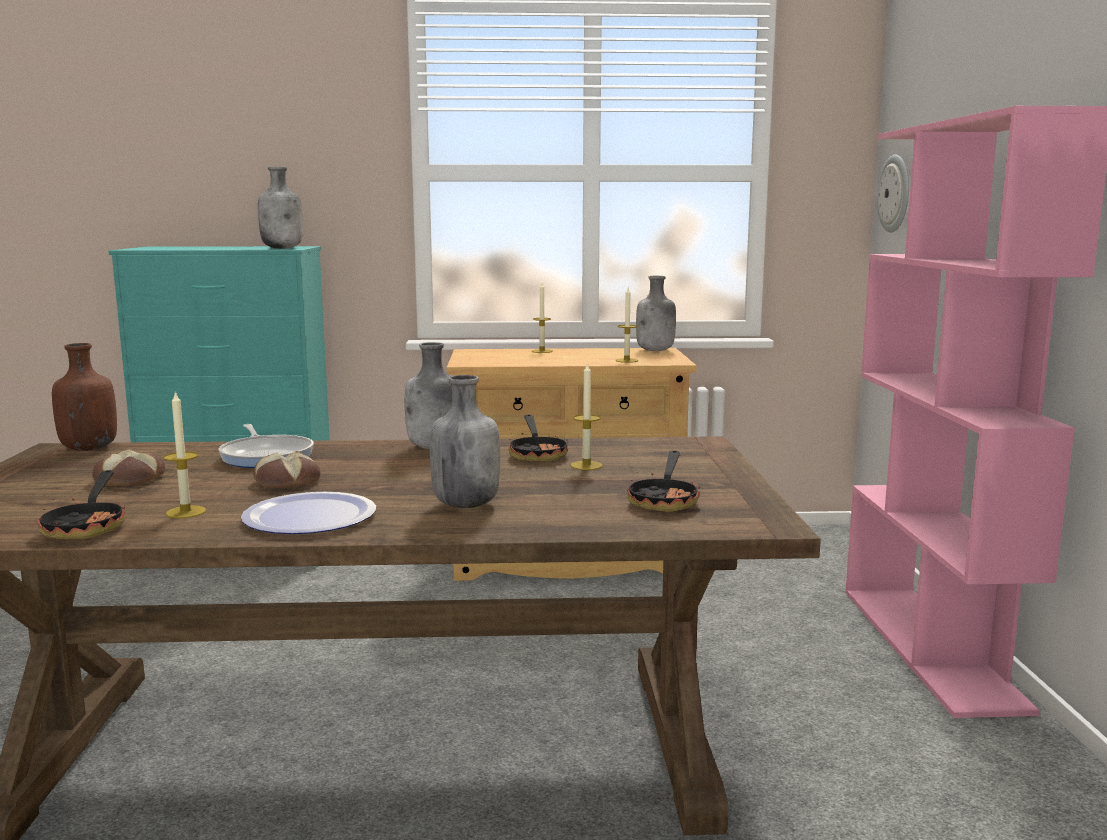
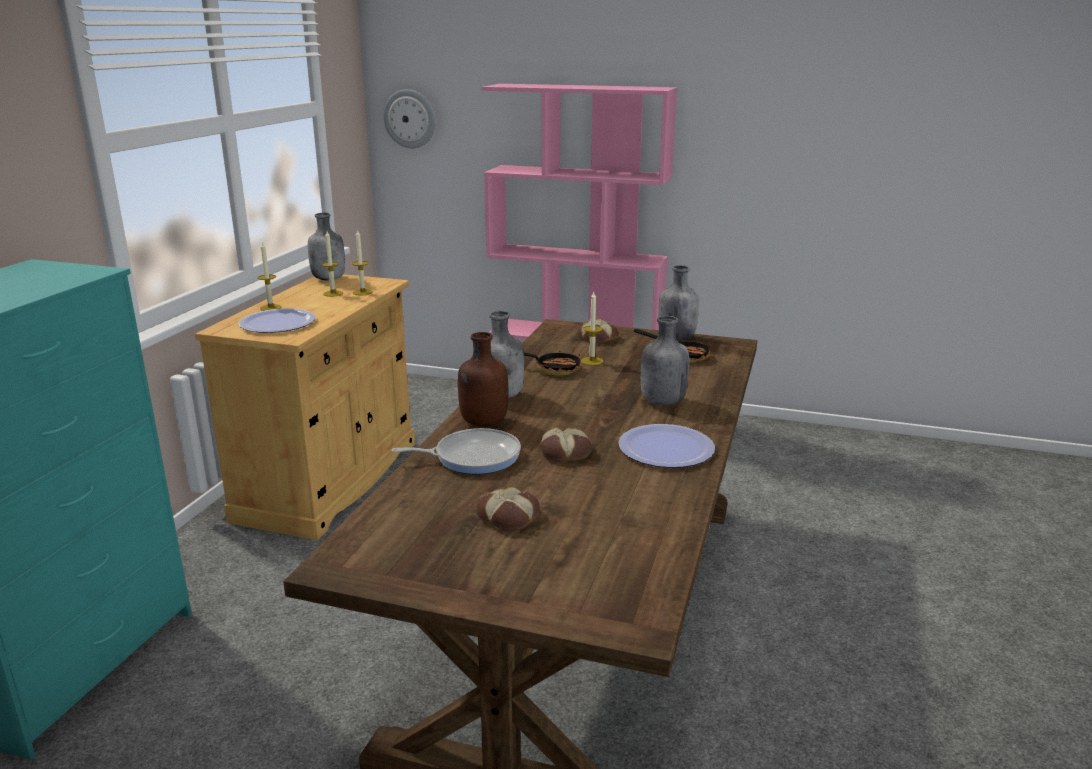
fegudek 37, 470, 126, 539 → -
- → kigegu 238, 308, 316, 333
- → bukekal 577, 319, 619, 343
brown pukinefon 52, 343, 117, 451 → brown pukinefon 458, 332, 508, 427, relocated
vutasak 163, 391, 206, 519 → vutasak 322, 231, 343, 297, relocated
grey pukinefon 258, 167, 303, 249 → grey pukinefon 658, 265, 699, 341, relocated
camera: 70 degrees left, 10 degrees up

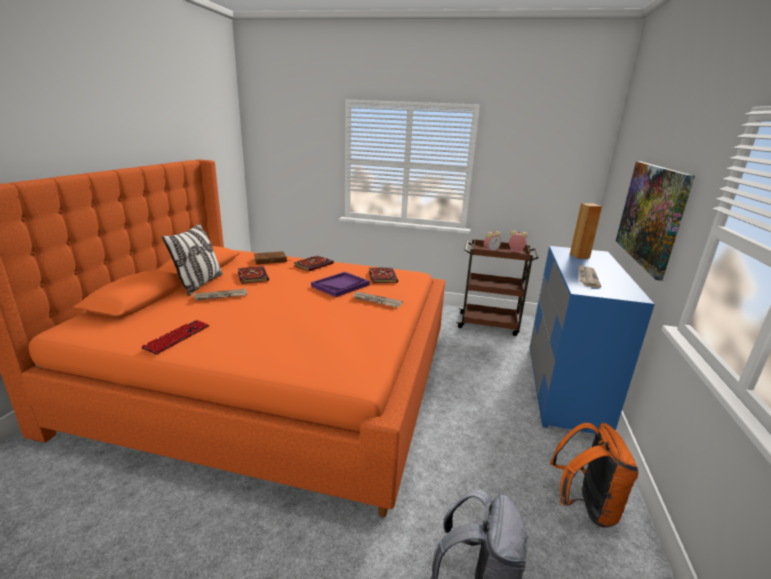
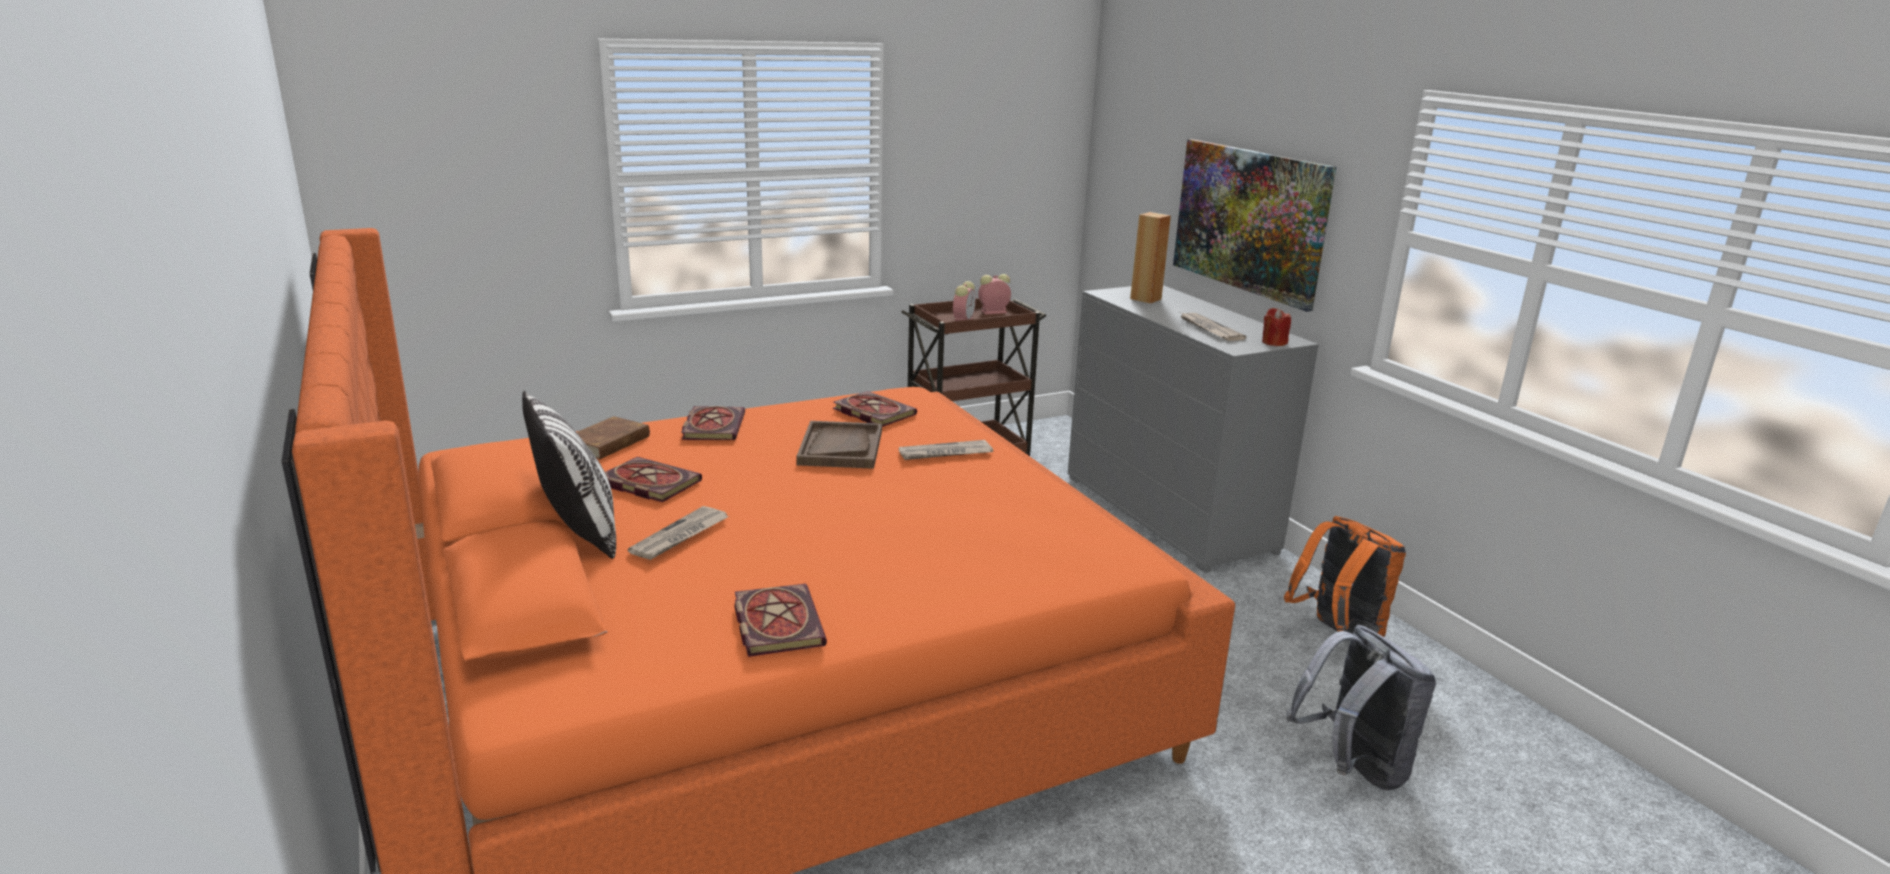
- → red vutasak 1262, 308, 1291, 346
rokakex 141, 320, 210, 355 → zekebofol 734, 584, 827, 657
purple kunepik 311, 272, 370, 297 → brown kunepik 796, 421, 882, 469
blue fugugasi 529, 246, 655, 434 → grey fugugasi 1068, 285, 1319, 573
camera: 40 degrees left, 0 degrees up

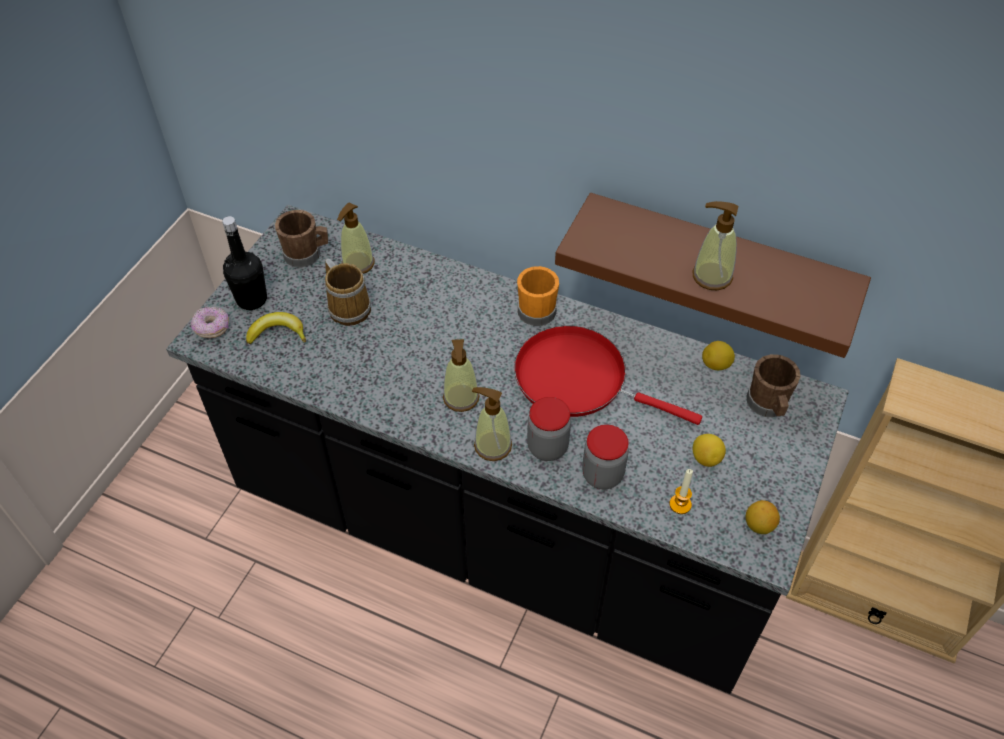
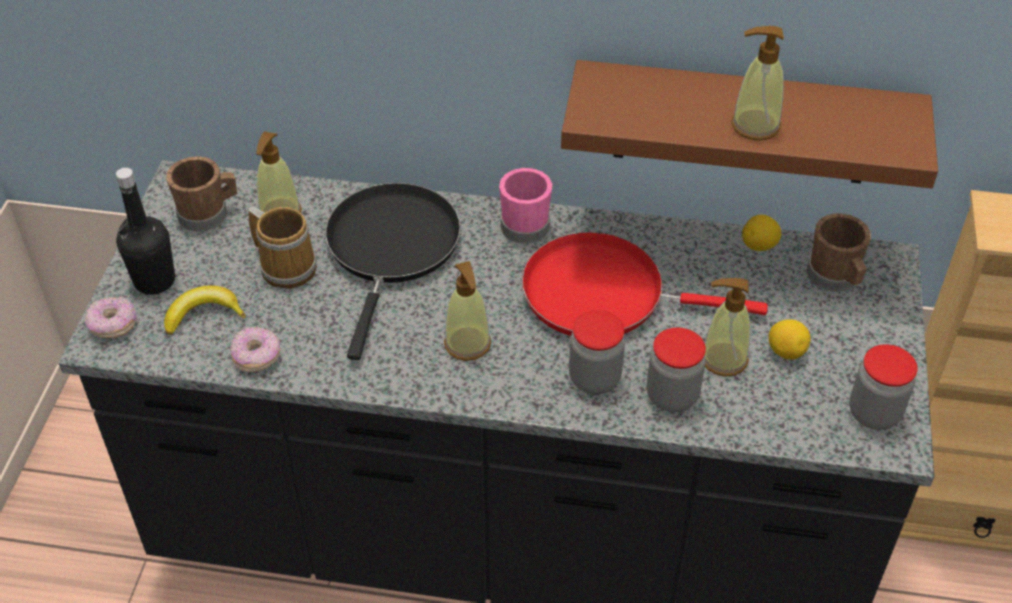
vutasak 669, 469, 693, 514 → -
- → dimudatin 230, 327, 280, 372
- → black fegudek 325, 183, 461, 360
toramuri 472, 387, 512, 461 → toramuri 705, 278, 750, 377, relocated
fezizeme 746, 500, 780, 534 → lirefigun 849, 344, 918, 430
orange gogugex 517, 266, 559, 326 → pink gogugex 499, 168, 552, 244
camera: 15 degrees left, 5 degrees down

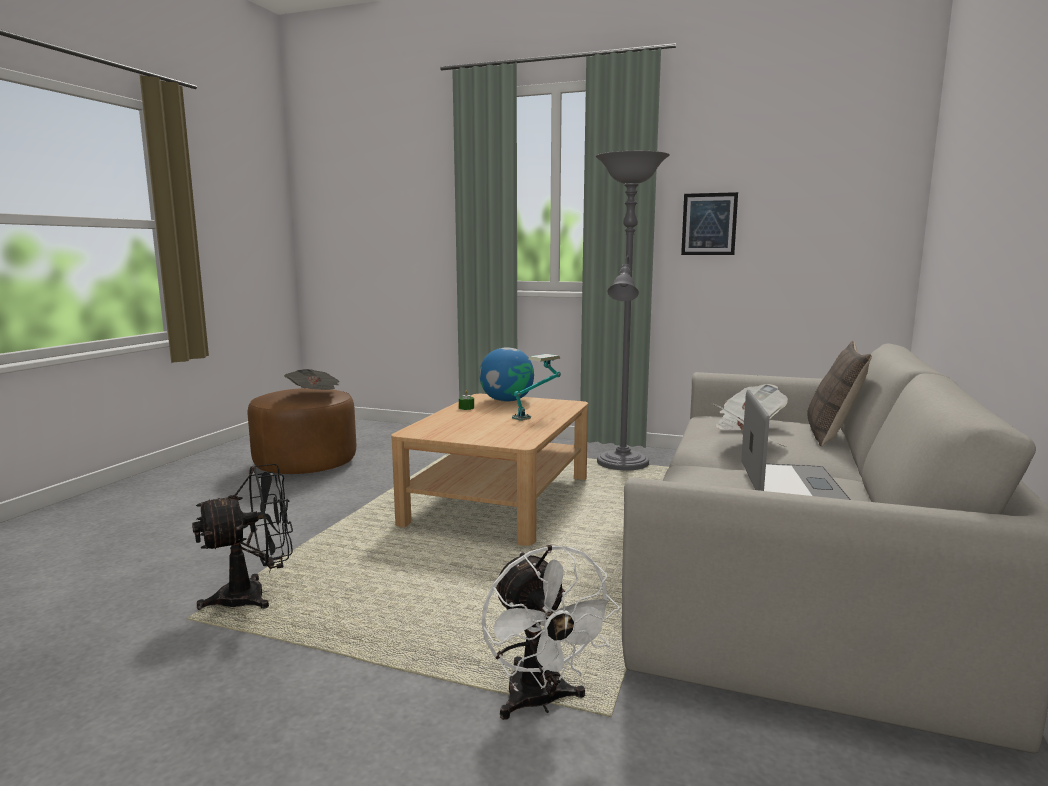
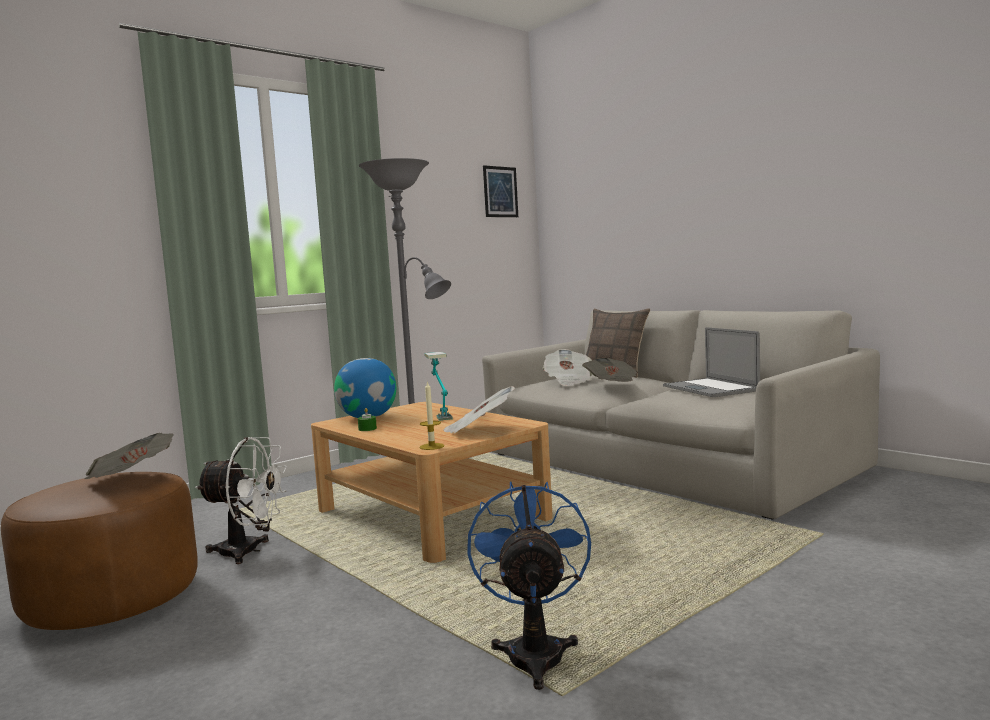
- → vutasak 420, 381, 444, 450
- → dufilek 444, 386, 515, 434
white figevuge 482, 545, 620, 720 → white figevuge 195, 437, 287, 564, relocated
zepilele 681, 192, 738, 255 → zepilele 483, 165, 518, 217, relocated
black figevuge 192, 464, 293, 610 → blue figevuge 467, 481, 591, 690
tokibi 741, 390, 851, 500 → tokibi 663, 327, 760, 397, 150 degrees counterclockwise
camera: 60 degrees left, 5 degrees down

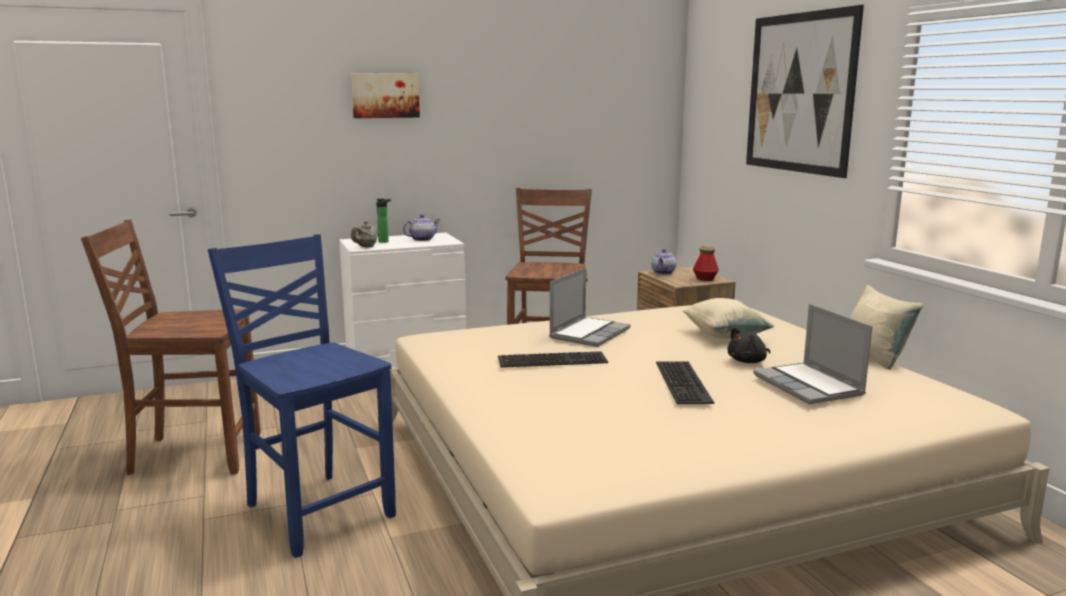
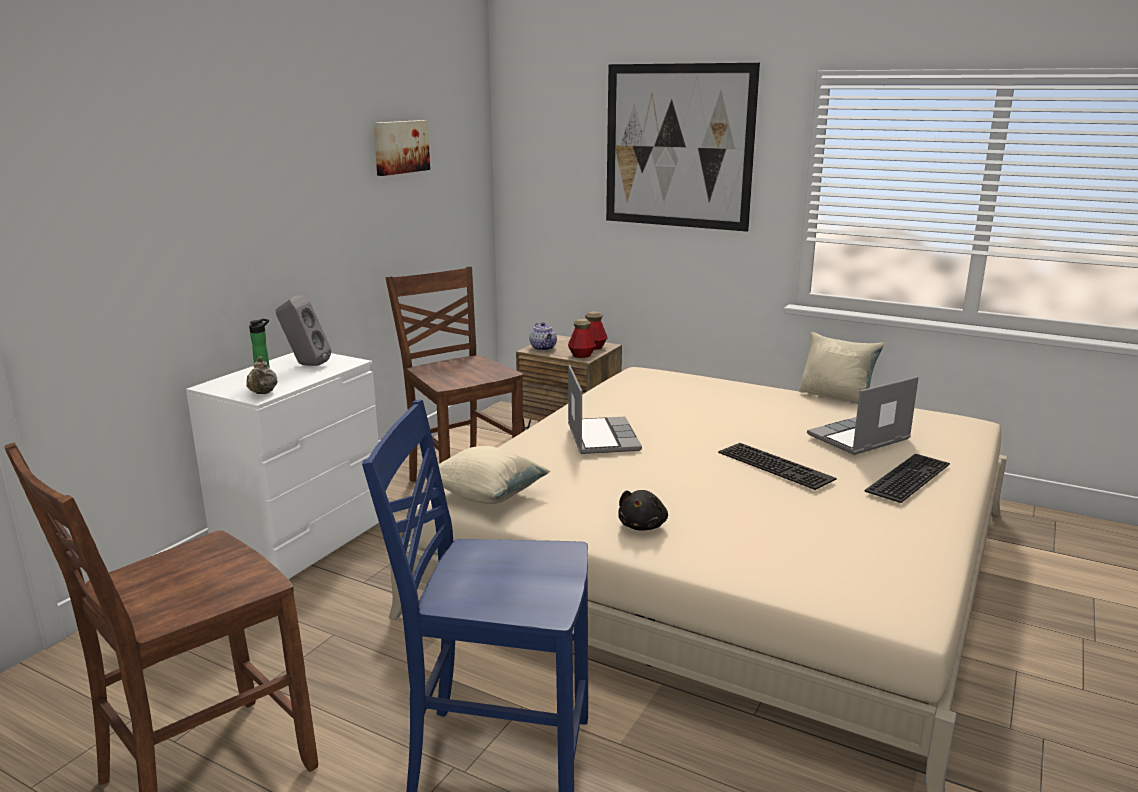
- → pukinefon 568, 319, 596, 358
zepilele 351, 73, 420, 118 → zepilele 373, 120, 430, 176, relocated
rokakex 498, 351, 608, 368 → rokakex 864, 454, 950, 503, relocated
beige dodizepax 683, 298, 775, 339 → beige dodizepax 438, 446, 550, 504, relocated
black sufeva 728, 328, 770, 363 → black sufeva 618, 490, 668, 531, relocated
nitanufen 403, 214, 440, 241 → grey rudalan 276, 295, 331, 366
tokibi 753, 304, 873, 405 → tokibi 807, 376, 919, 455, 120 degrees clockwise
camera: 40 degrees left, 5 degrees up

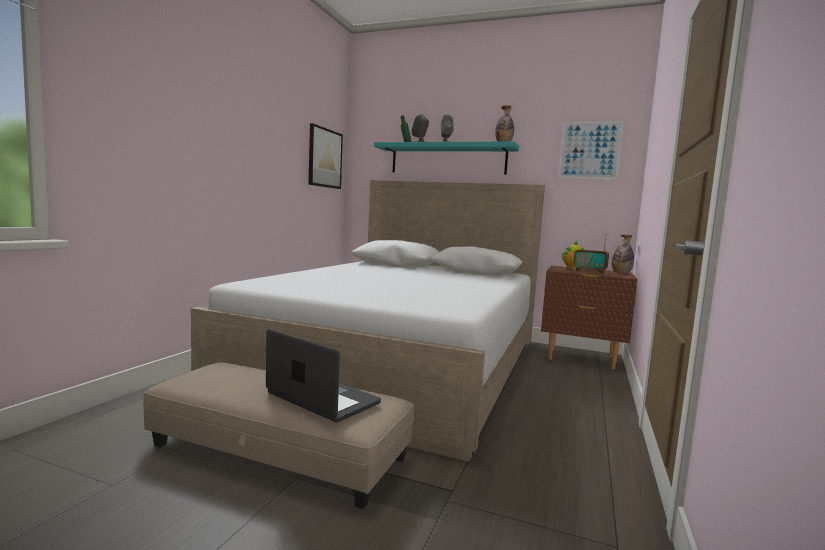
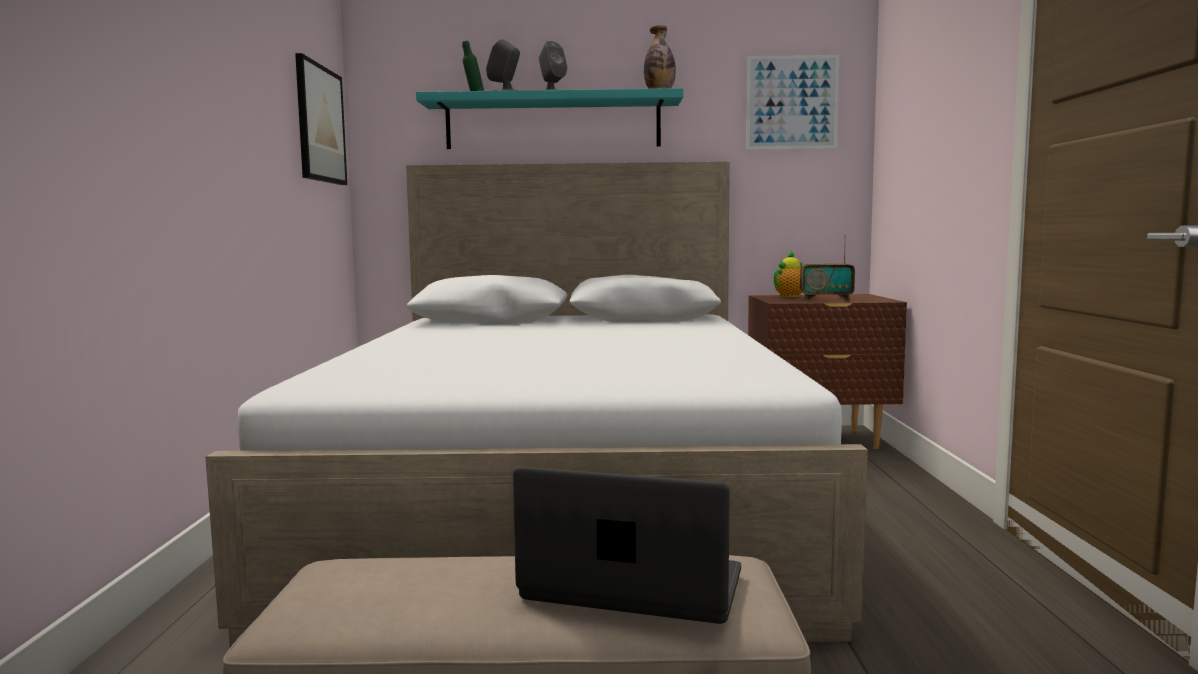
pukinefon 612, 235, 634, 274 → -
camera: 20 degrees left, 0 degrees up

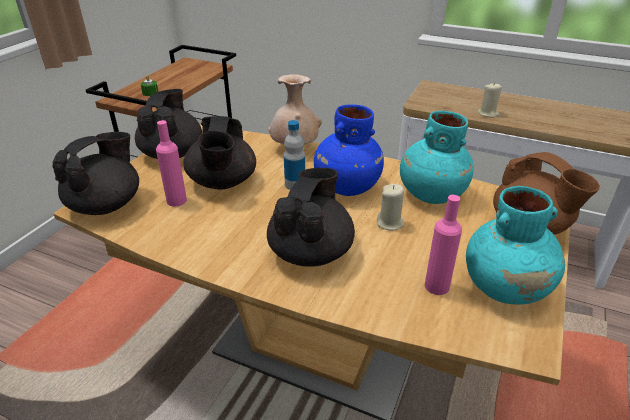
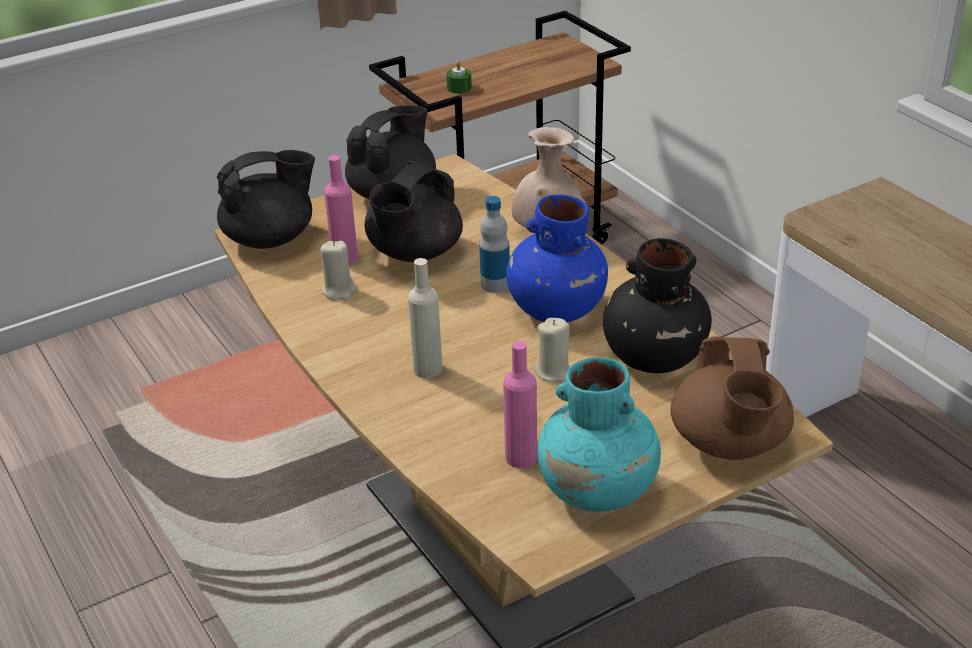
beige vutasak 478, 83, 502, 118 → beige vutasak 321, 241, 356, 300, relocated
black nitanufen 267, 168, 355, 267 → beige pukinefon 408, 258, 443, 378
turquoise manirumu 400, 111, 474, 204 → black manirumu 603, 238, 712, 373
camera: 35 degrees right, 0 degrees up

